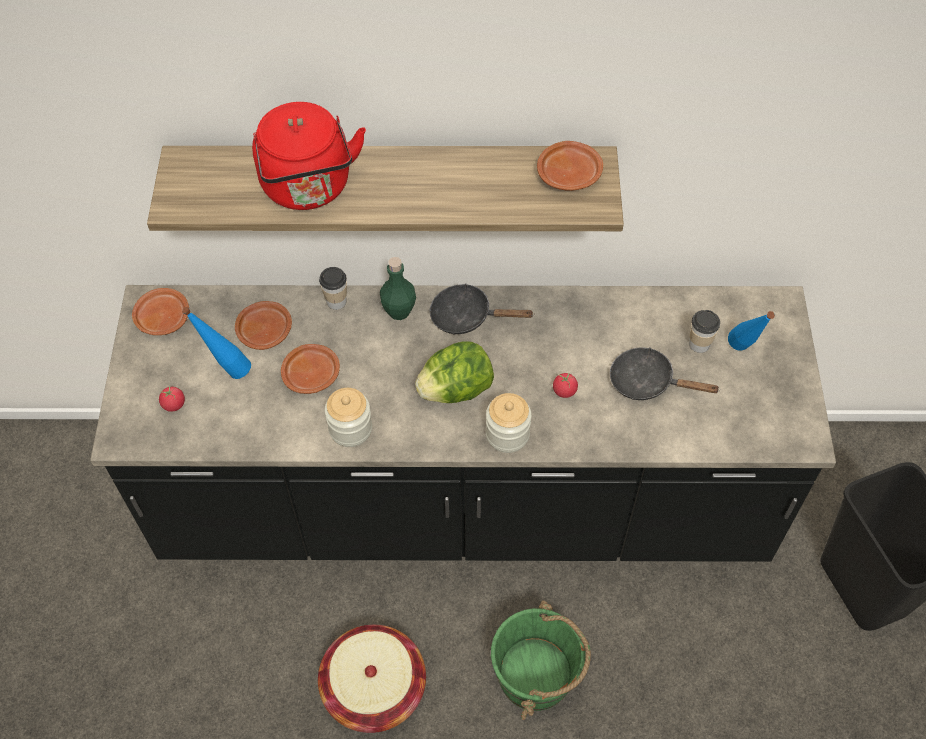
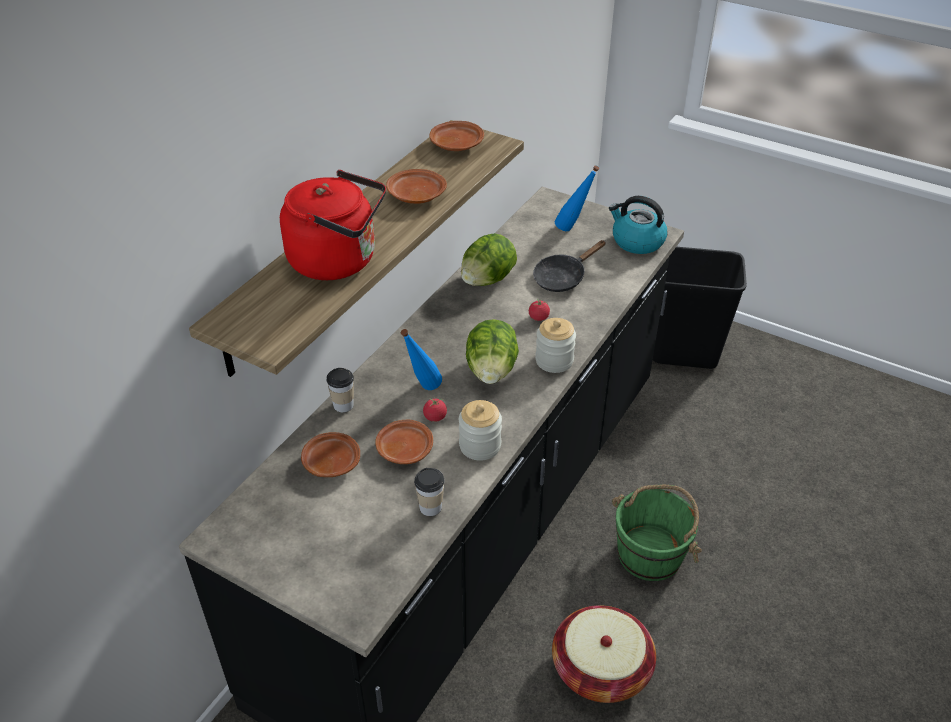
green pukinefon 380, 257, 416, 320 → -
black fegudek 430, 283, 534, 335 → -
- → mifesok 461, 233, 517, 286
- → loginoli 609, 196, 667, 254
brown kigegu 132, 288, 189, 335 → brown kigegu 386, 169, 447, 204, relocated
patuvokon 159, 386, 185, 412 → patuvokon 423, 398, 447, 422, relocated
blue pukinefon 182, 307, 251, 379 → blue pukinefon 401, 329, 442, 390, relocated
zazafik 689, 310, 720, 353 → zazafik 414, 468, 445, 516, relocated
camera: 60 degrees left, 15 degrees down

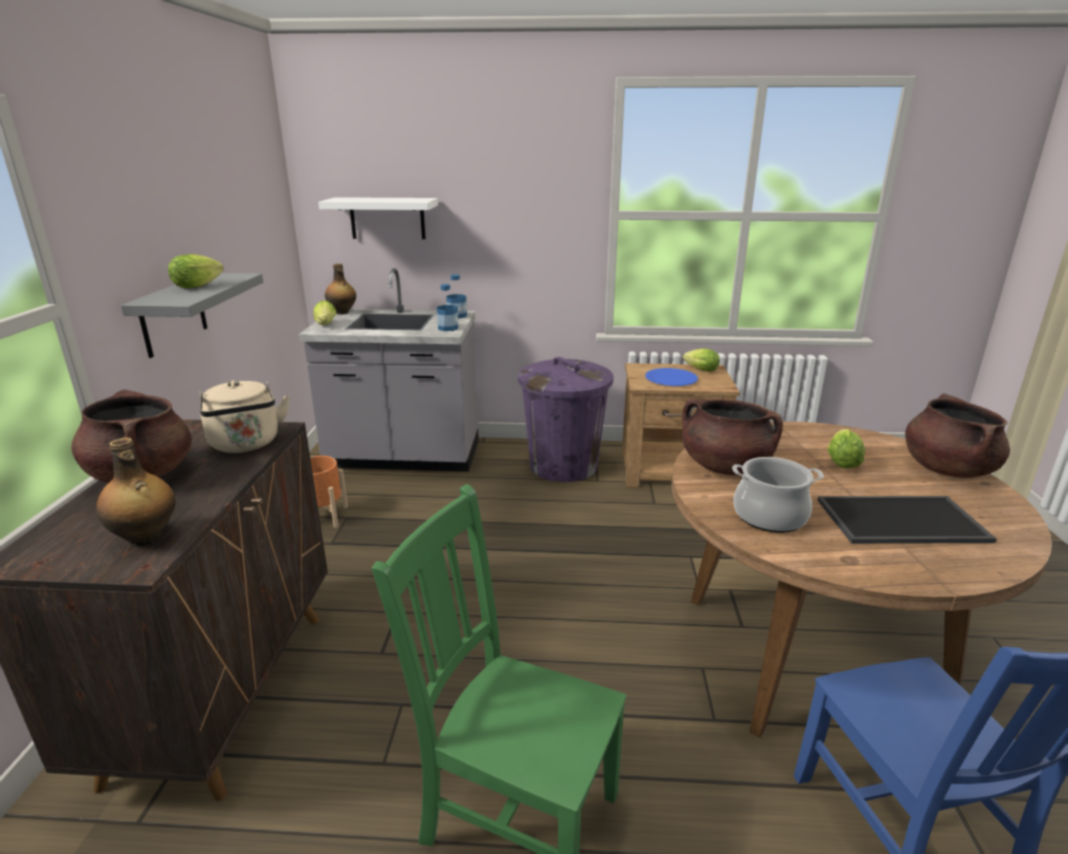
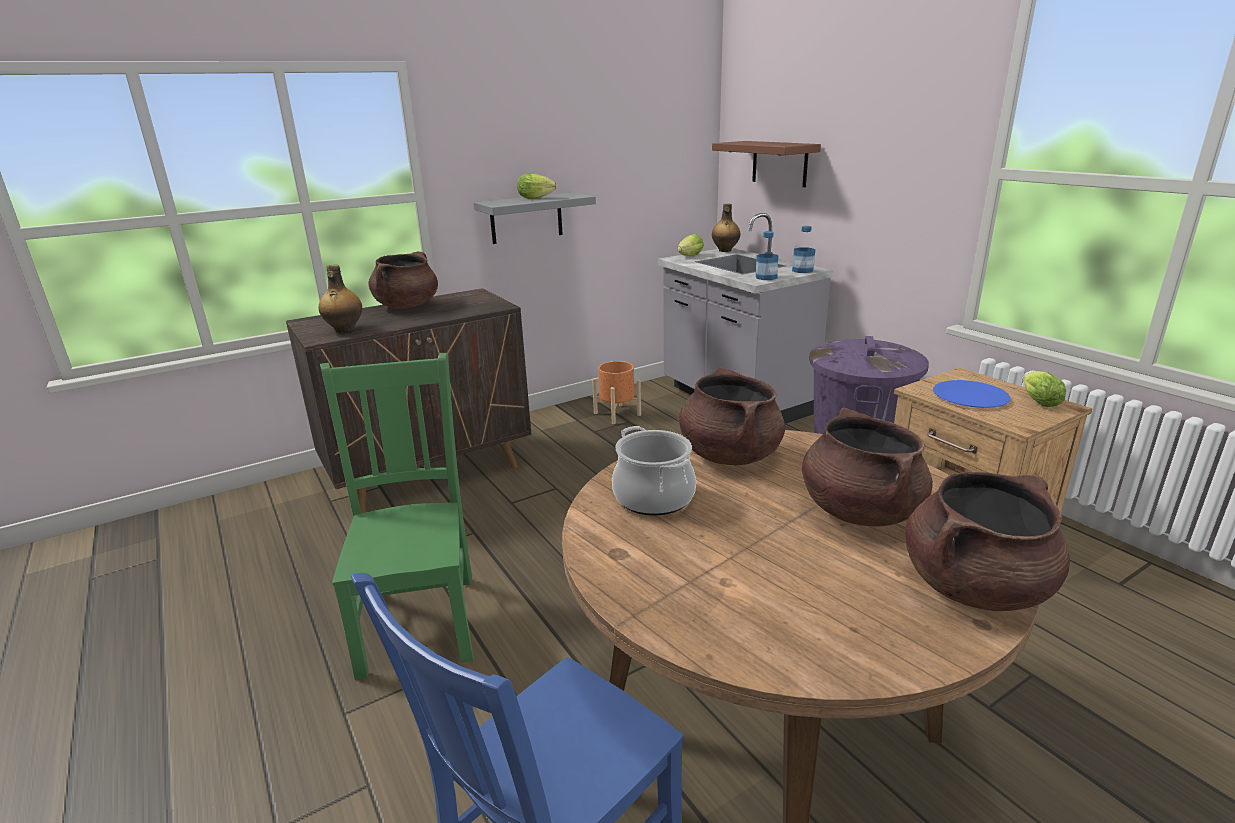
beige loginoli 199, 380, 290, 453 → -
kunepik 817, 496, 997, 544 → -
mifesok 828, 429, 865, 468 → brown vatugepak 802, 407, 933, 527
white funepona 318, 197, 438, 239 → brown funepona 712, 141, 821, 187
camera: 55 degrees right, 0 degrees up

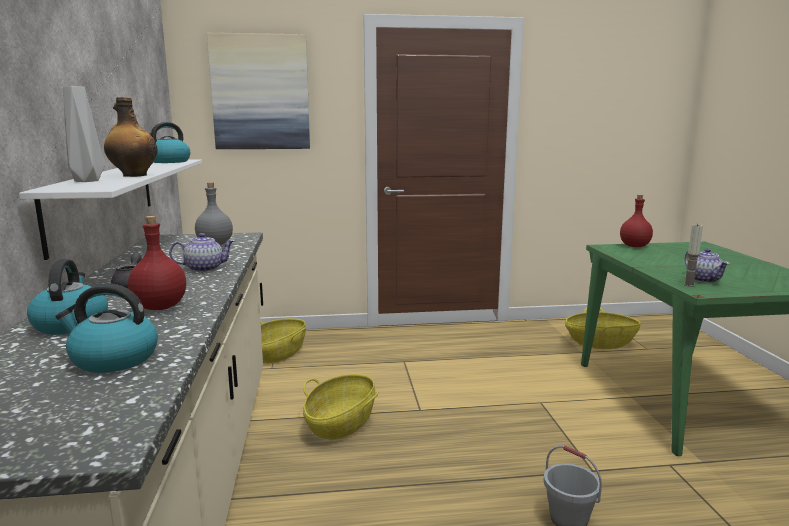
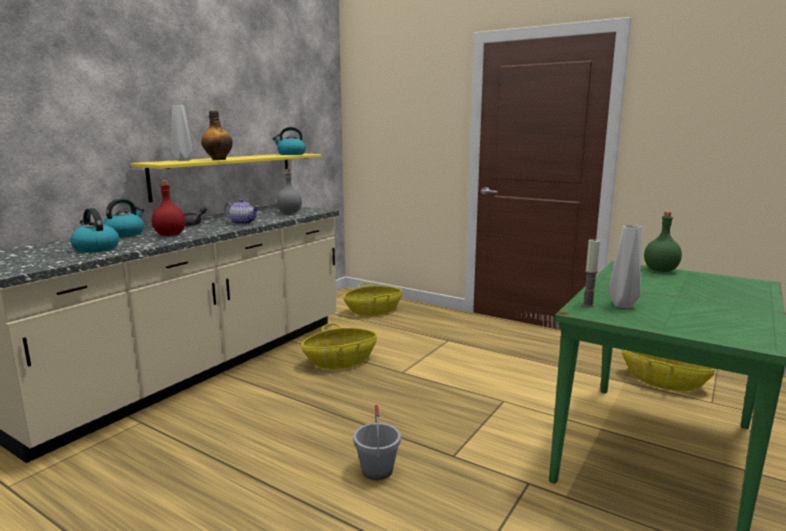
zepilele 207, 33, 310, 149 → -
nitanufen 684, 248, 729, 283 → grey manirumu 608, 225, 641, 308
white funepona 19, 159, 202, 260 → yellow funepona 131, 154, 321, 202
red pukinefon 620, 195, 653, 247 → green pukinefon 644, 212, 682, 272
camera: 40 degrees right, 0 degrees up

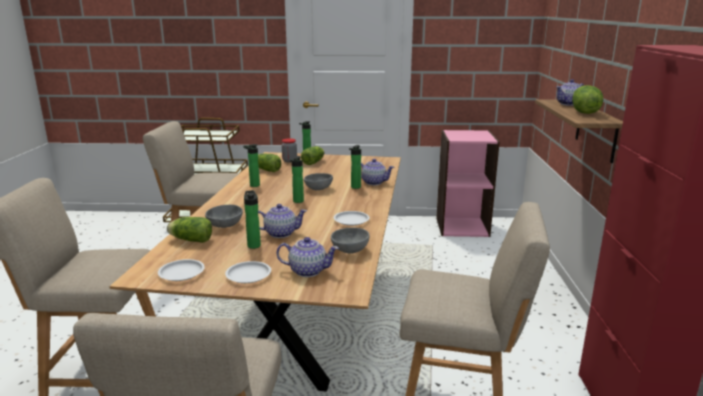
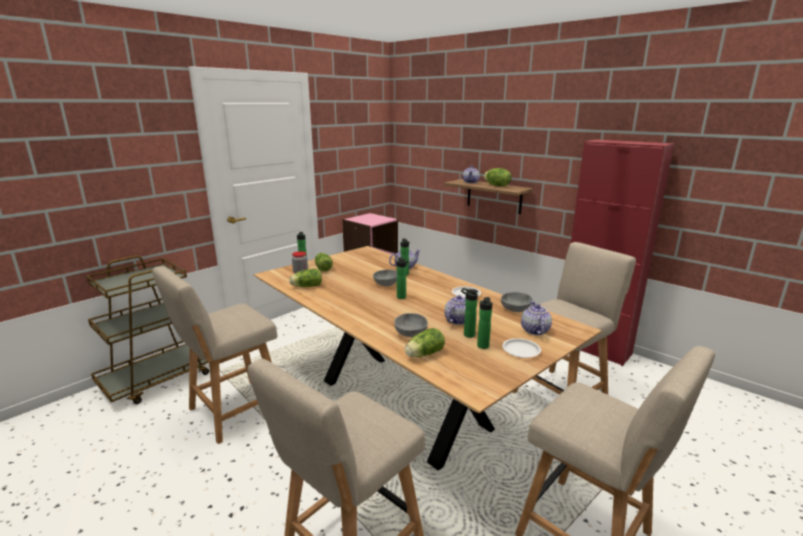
white kigegu 158, 259, 205, 281 → -
pukinefon 243, 144, 260, 187 → pukinefon 477, 297, 492, 349, relocated
nitanufen 277, 237, 339, 277 → nitanufen 521, 301, 552, 335, 45 degrees counterclockwise
camera: 50 degrees left, 0 degrees up

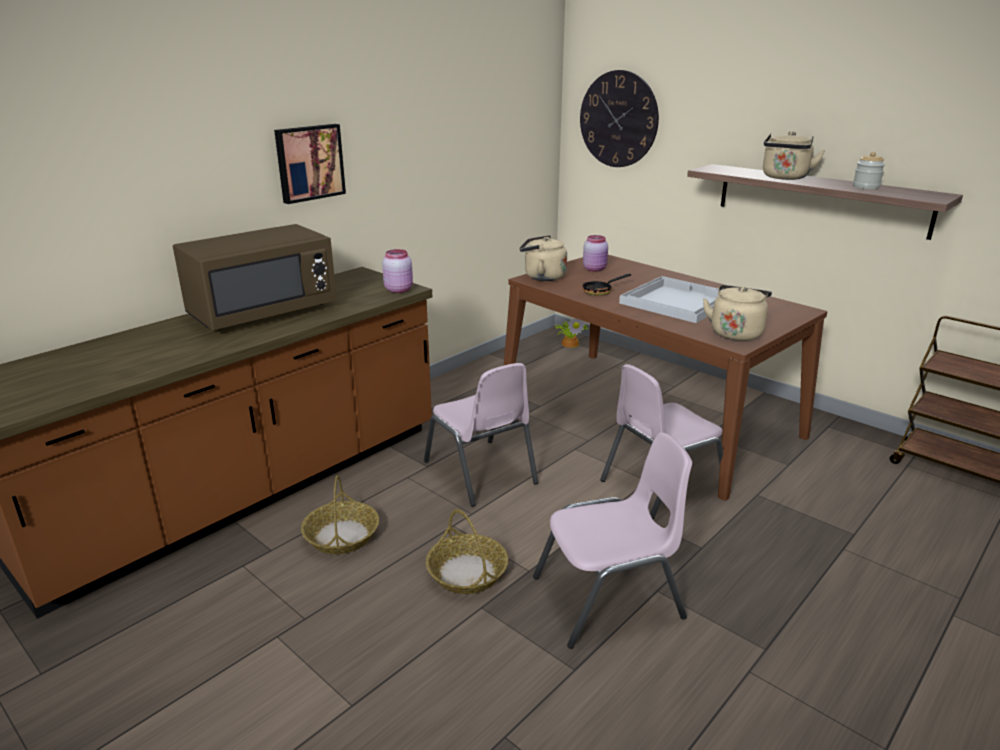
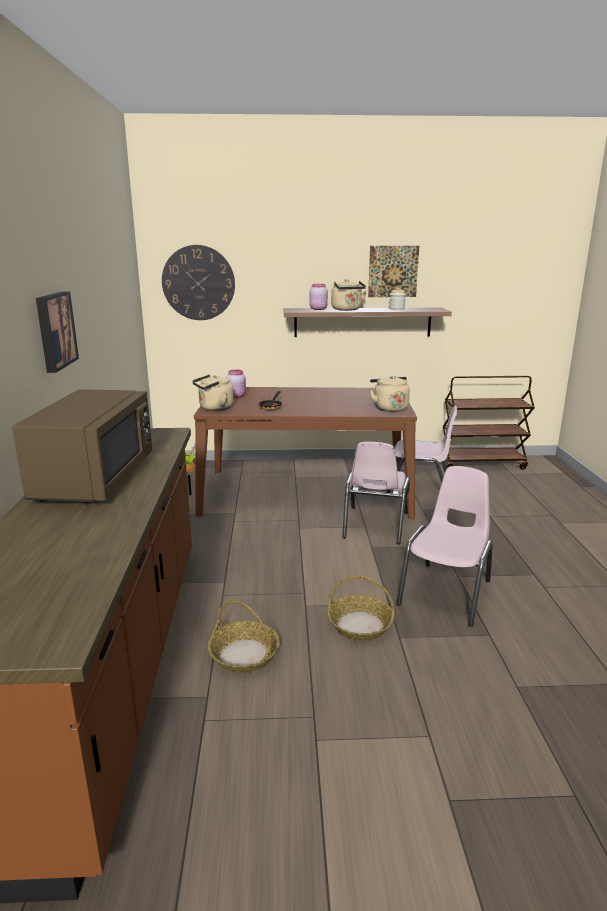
white kunepik 619, 276, 721, 323 → -
- → zepilele 368, 246, 419, 297
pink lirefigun 382, 249, 413, 293 → pink lirefigun 309, 284, 328, 310, relocated
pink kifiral 424, 363, 539, 507 → pink kifiral 386, 406, 457, 493, relocated
camera: 45 degrees left, 5 degrees down

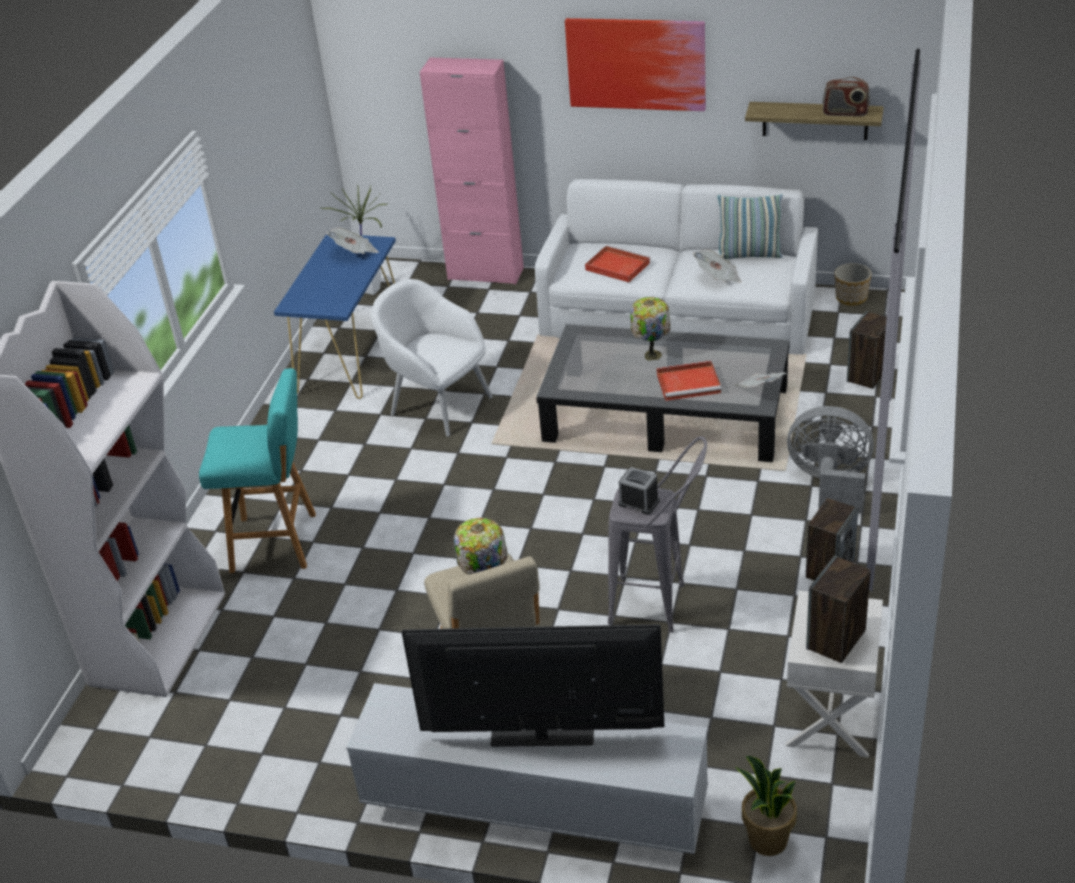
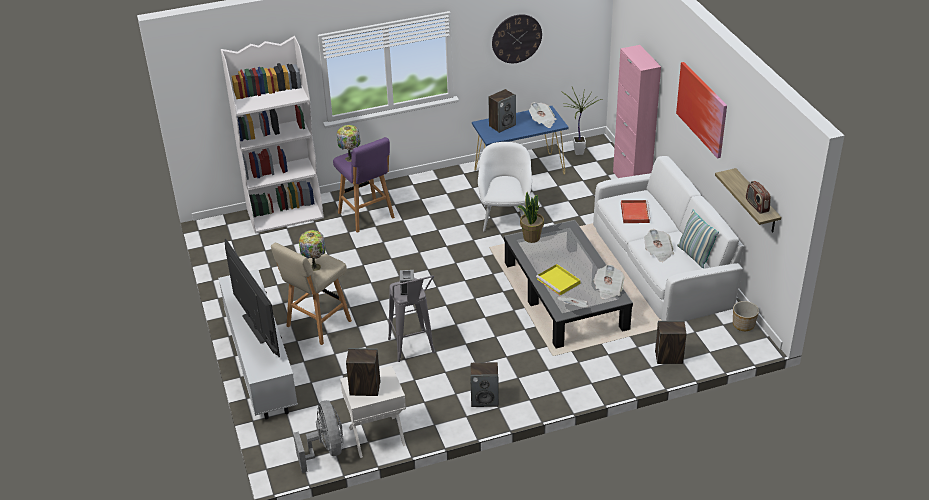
- → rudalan 489, 89, 516, 133
- → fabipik 492, 14, 542, 63
- → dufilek 593, 265, 625, 299
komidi 630, 297, 670, 361 → komidi 337, 125, 360, 162, relocated
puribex 735, 756, 797, 856 → puribex 517, 192, 544, 243, relocated
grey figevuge 787, 406, 874, 514 → grey figevuge 293, 400, 343, 473, relocated
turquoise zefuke 199, 368, 316, 573 → purple zefuke 333, 137, 395, 233
red kunepik 656, 361, 722, 401 → yellow kunepik 536, 264, 581, 295
camera: 55 degrees right, 0 degrees up

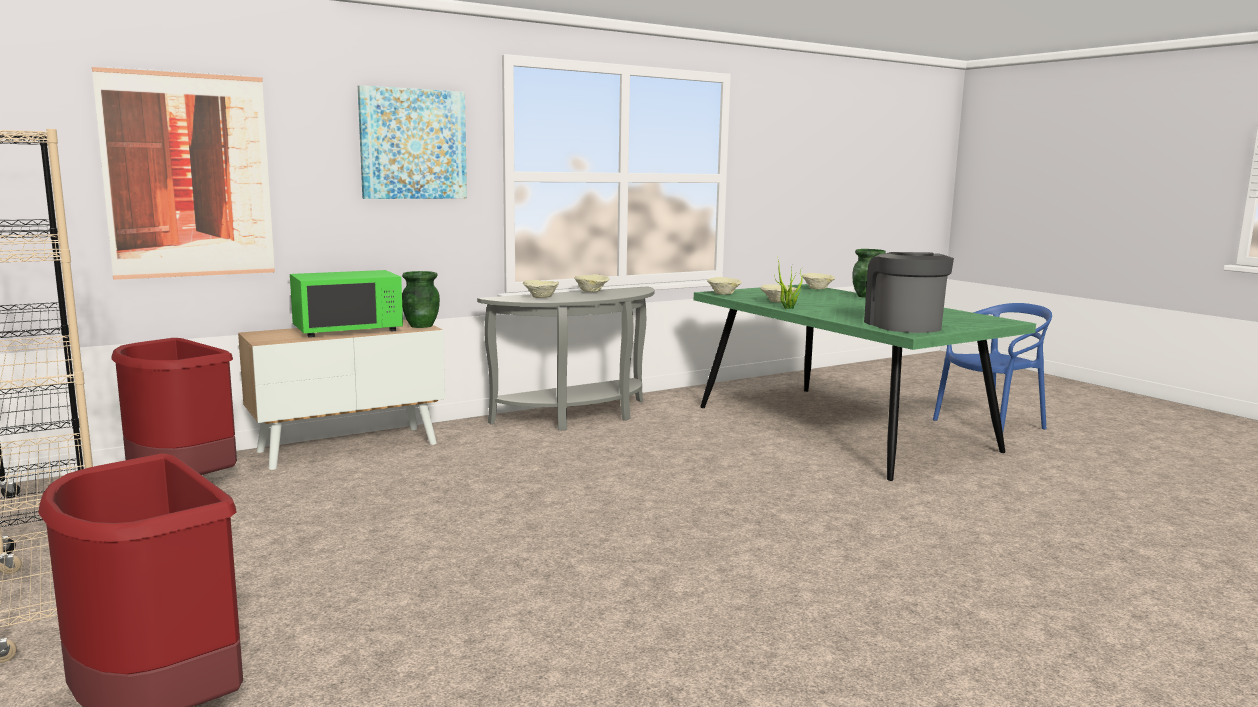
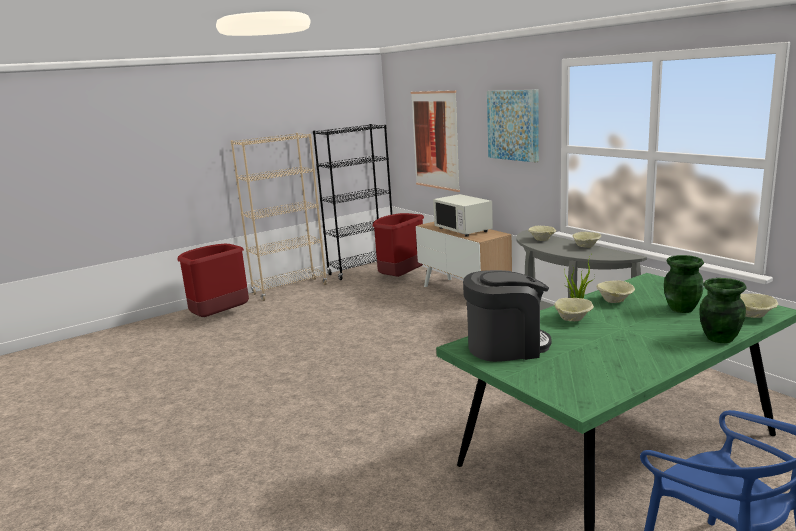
green manirumu 402, 271, 440, 328 → green manirumu 664, 255, 704, 313, relocated
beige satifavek 707, 277, 742, 295 → beige satifavek 554, 298, 594, 321, relocated
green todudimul 290, 270, 403, 338 → white todudimul 433, 194, 493, 237
camera: 90 degrees right, 5 degrees up

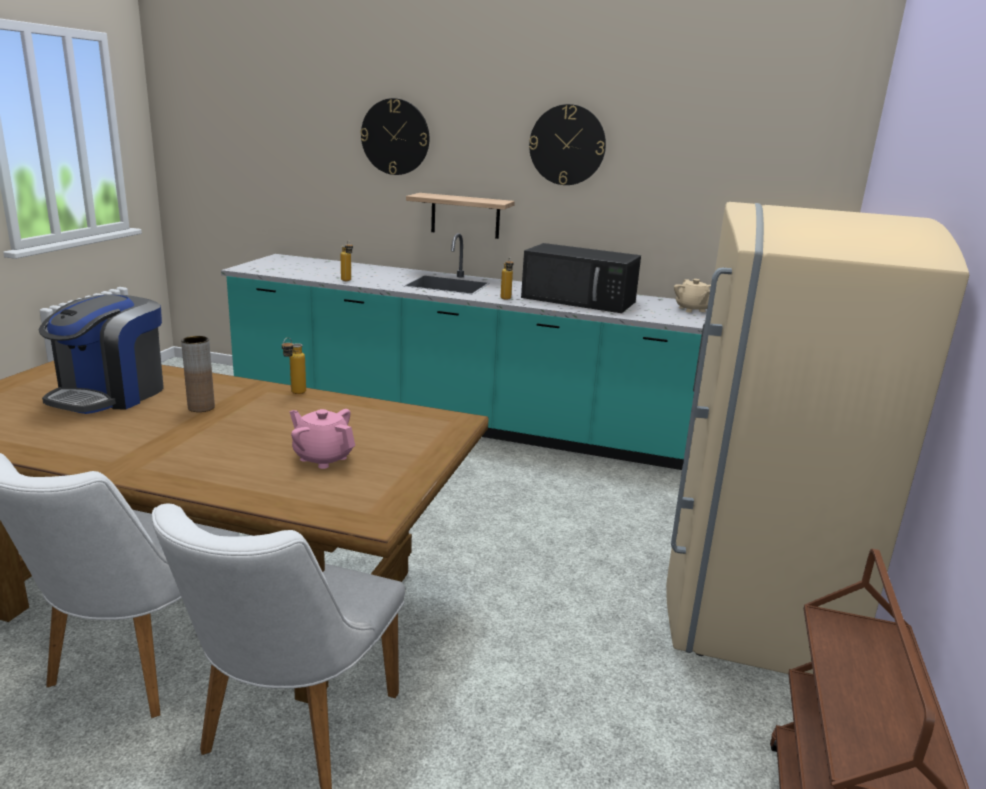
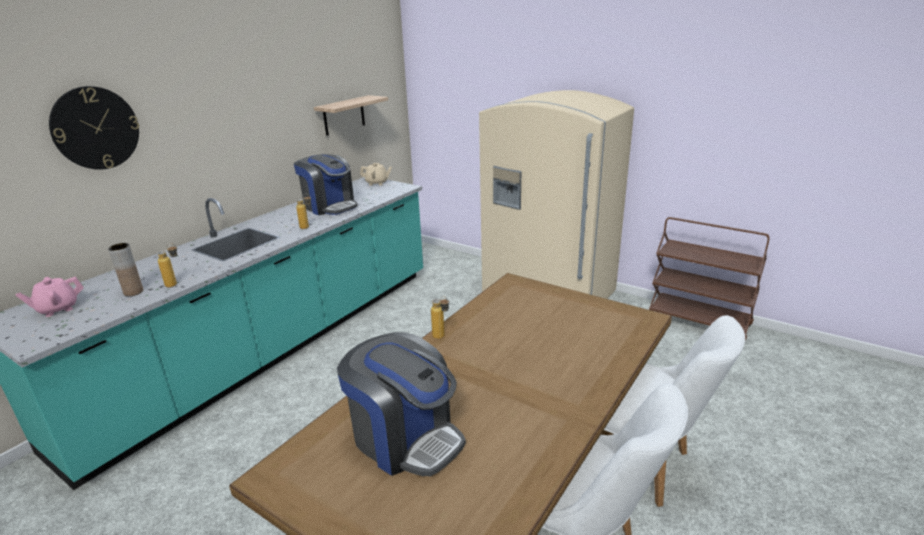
fabipik 529, 104, 606, 185 → -
brown manirumu 181, 336, 215, 412 → brown manirumu 108, 243, 143, 296, relocated
pink nitanufen 290, 409, 355, 469 → pink nitanufen 15, 276, 83, 317, relocated
funepona 406, 193, 515, 239 → funepona 314, 95, 388, 136, relocated
black todudimul 521, 243, 641, 313 → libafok 294, 154, 358, 215
camera: 70 degrees left, 5 degrees up

